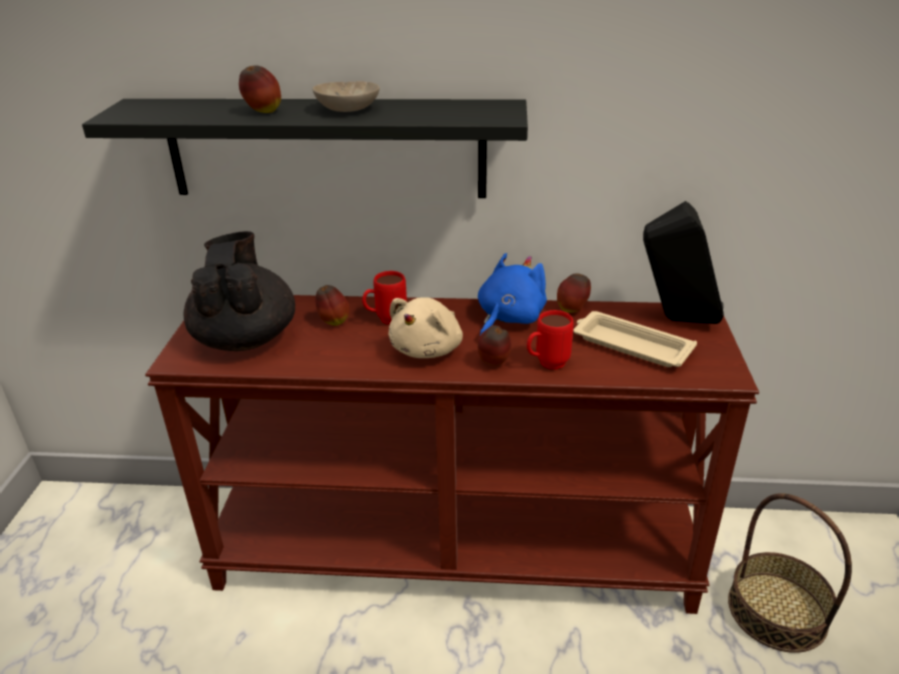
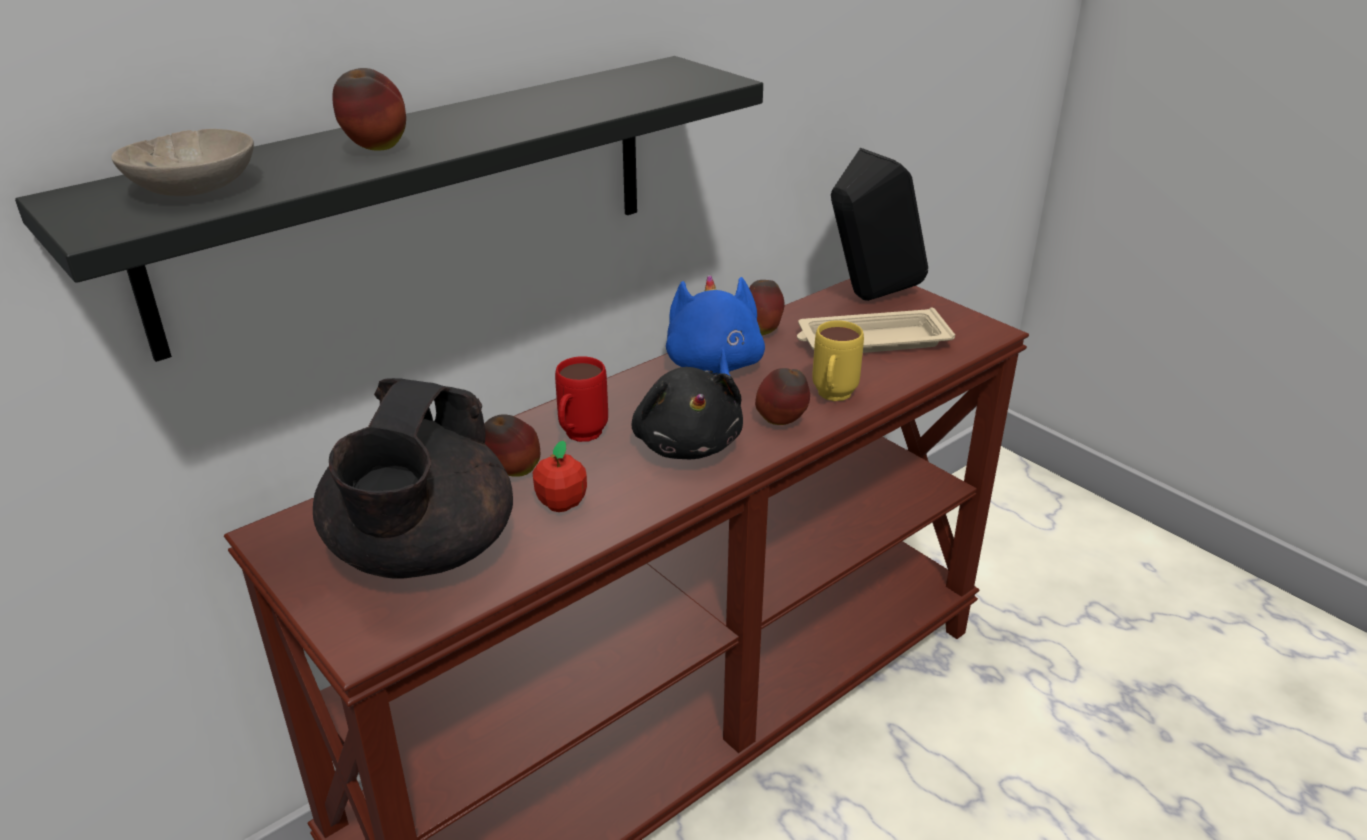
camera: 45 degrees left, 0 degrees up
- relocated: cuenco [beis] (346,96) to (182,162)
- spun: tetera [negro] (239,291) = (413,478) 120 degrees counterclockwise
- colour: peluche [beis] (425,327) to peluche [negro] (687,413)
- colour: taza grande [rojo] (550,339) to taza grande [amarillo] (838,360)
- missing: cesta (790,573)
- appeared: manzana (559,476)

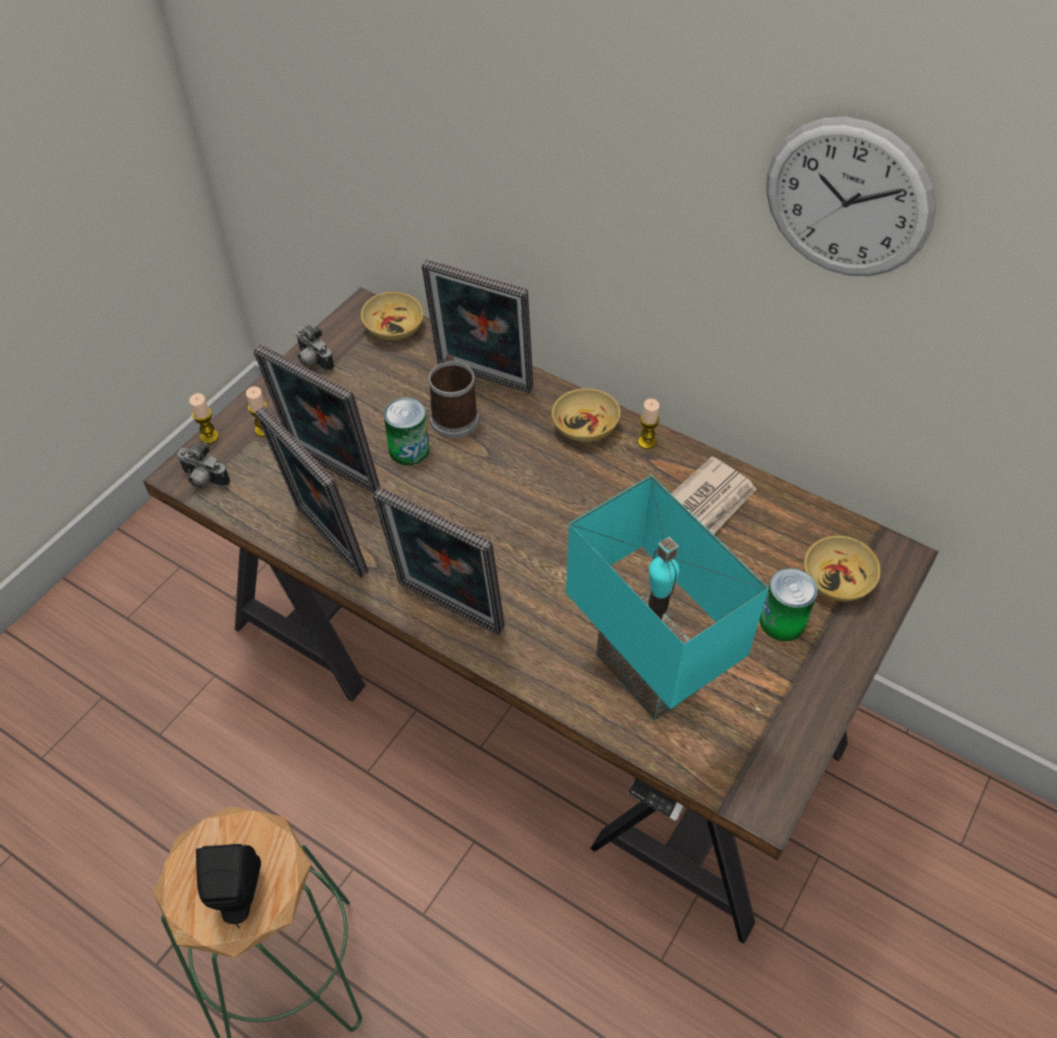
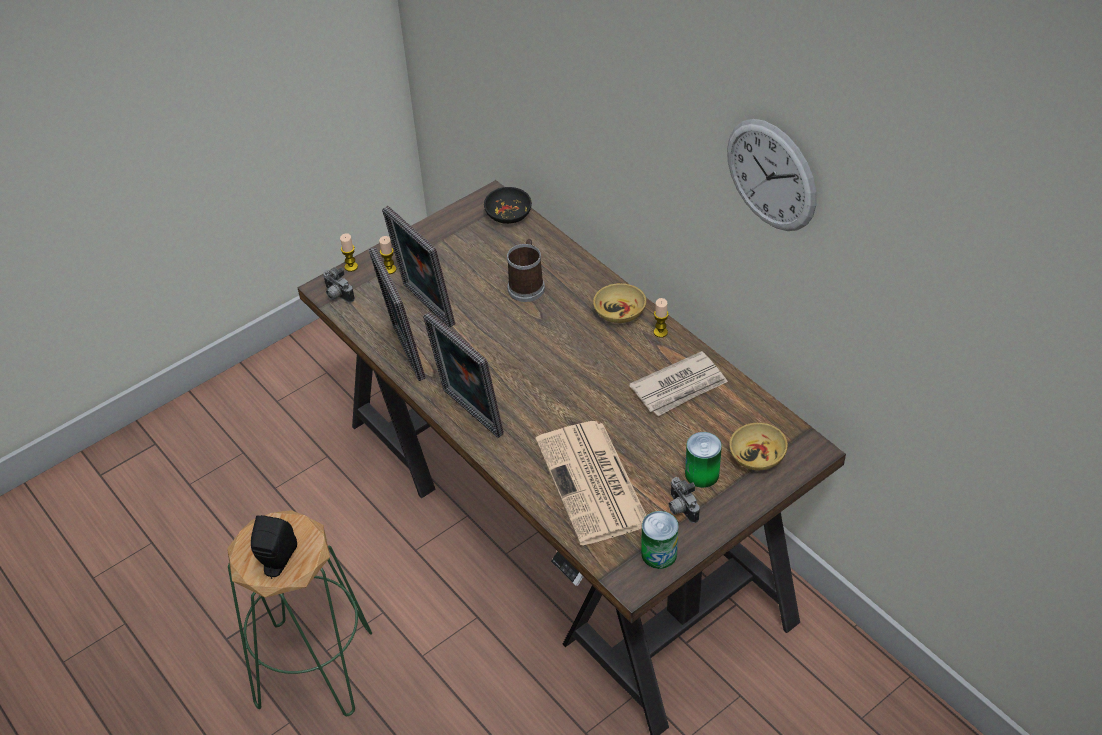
camera: 20 degrees right, 5 degrees down
- missing: portarretratos (477,326)
- colour: cuenco [beis] (392,316) to cuenco [negro] (508,205)
- relocated: cámara (315,348) to (684,500)
- relocated: lata (406,431) to (660,540)
- exchanged: lámpara de mesa [turquesa] (667,598) to periódico (590,483)

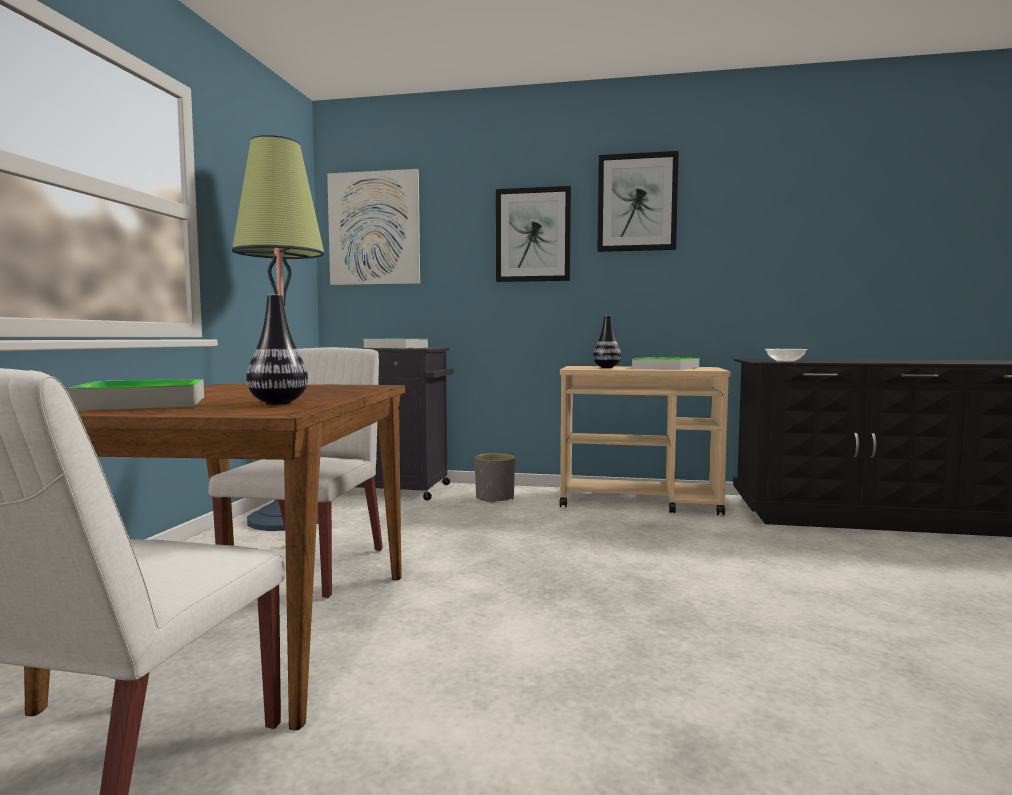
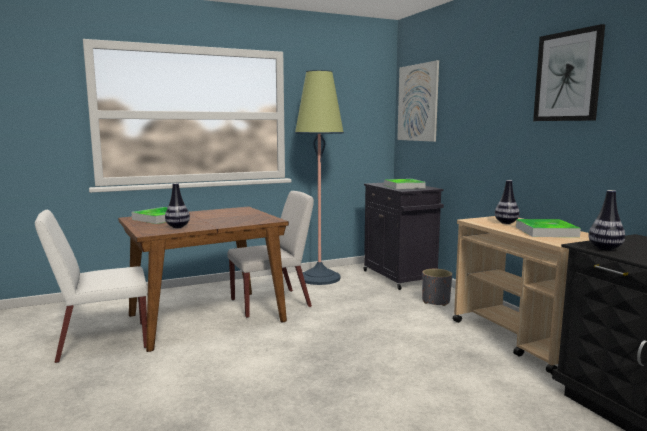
camera: 55 degrees right, 5 degrees up
- missing: cuadro (533,234)
- exchanged: cuenco (786,355) to florero (606,220)

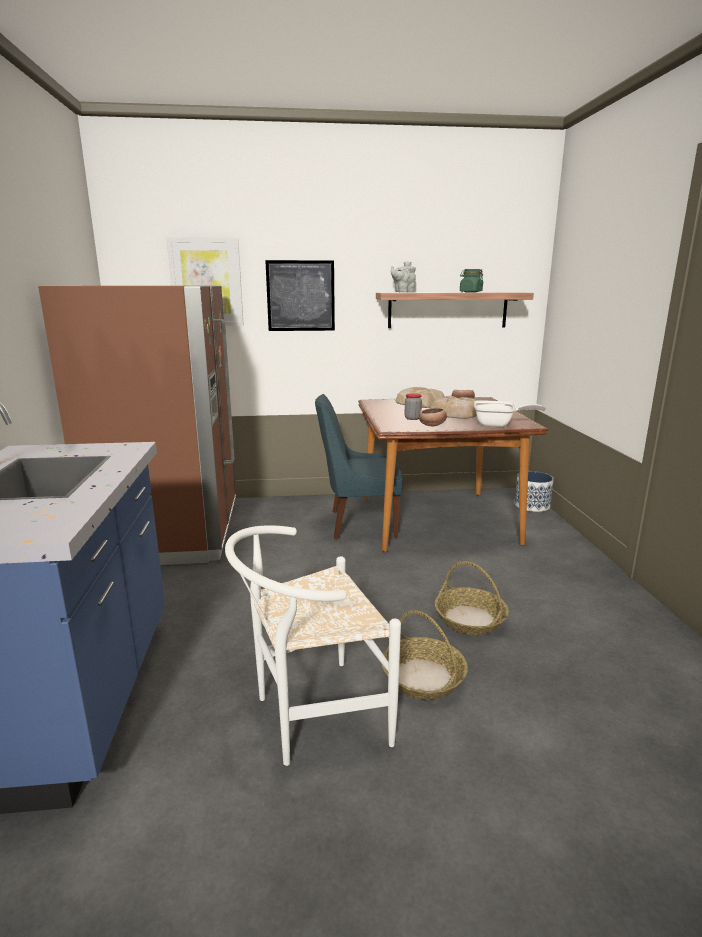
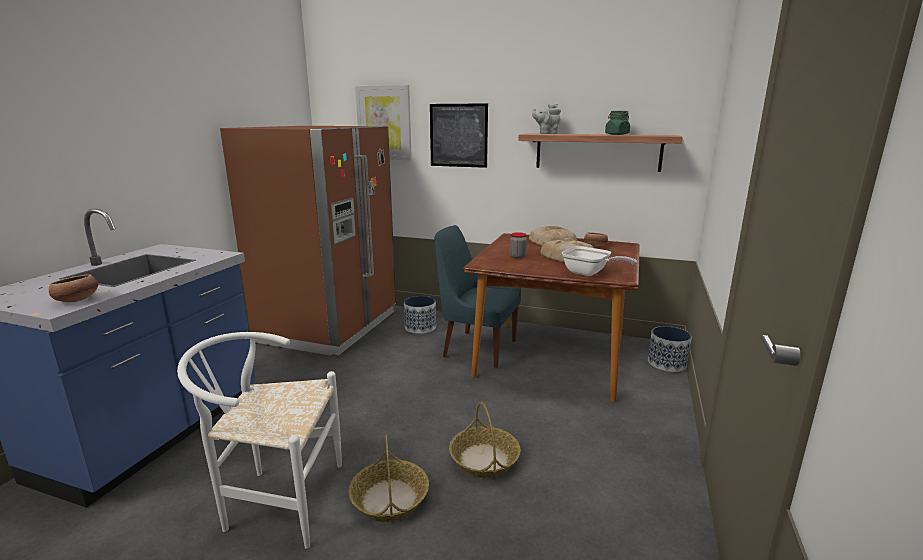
camera: 25 degrees right, 0 degrees up
- relocated: cuenco (433,417) to (73,288)
- appeared: maceta (420,315)

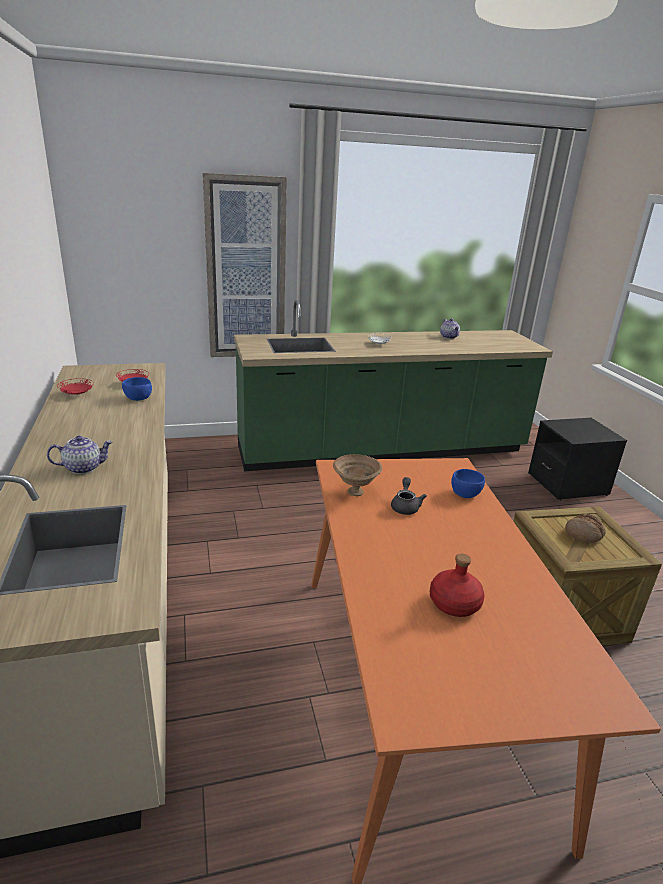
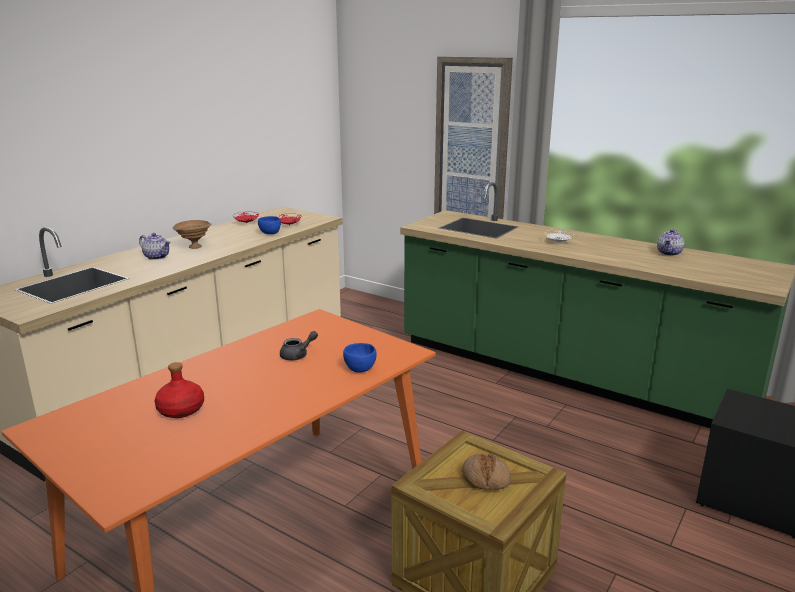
camera: 50 degrees right, 5 degrees down
- relocated: cuenco [marrón] (358,475) to (192,234)

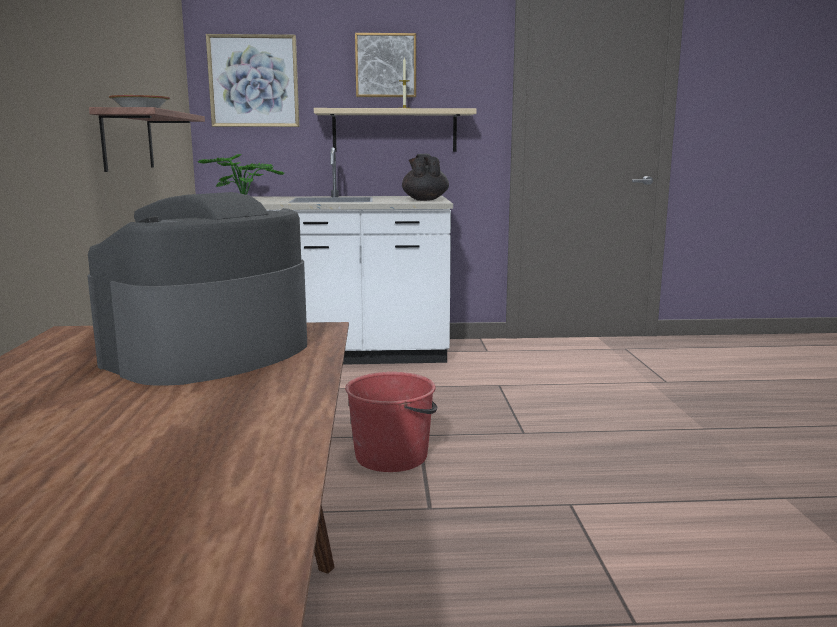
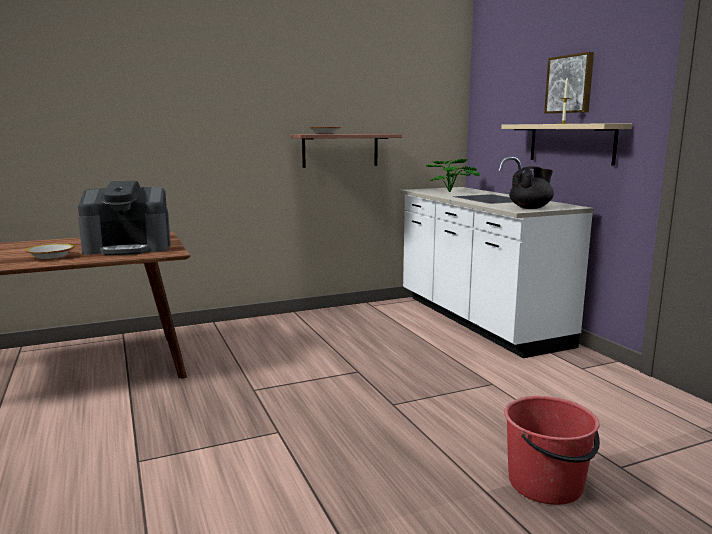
camera: 70 degrees right, 0 degrees up
- missing: cuadro (252,80)
- spun: cafetera (197,289) = (124,218) 150 degrees clockwise
- relocated: cubo [rojo] (391,422) to (552,450)
- appeared: cuenco (49,252)

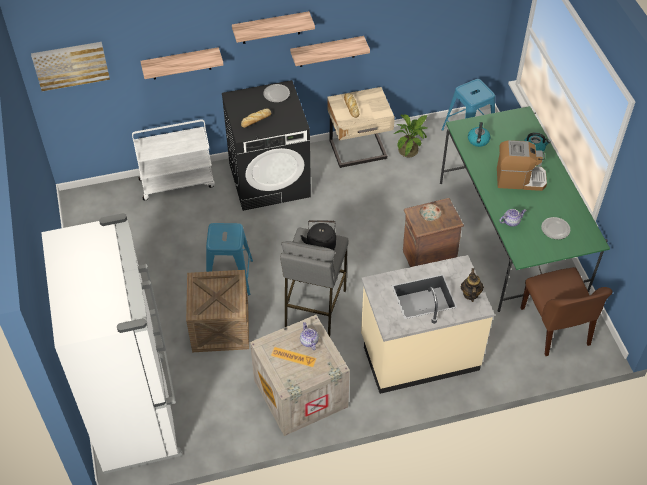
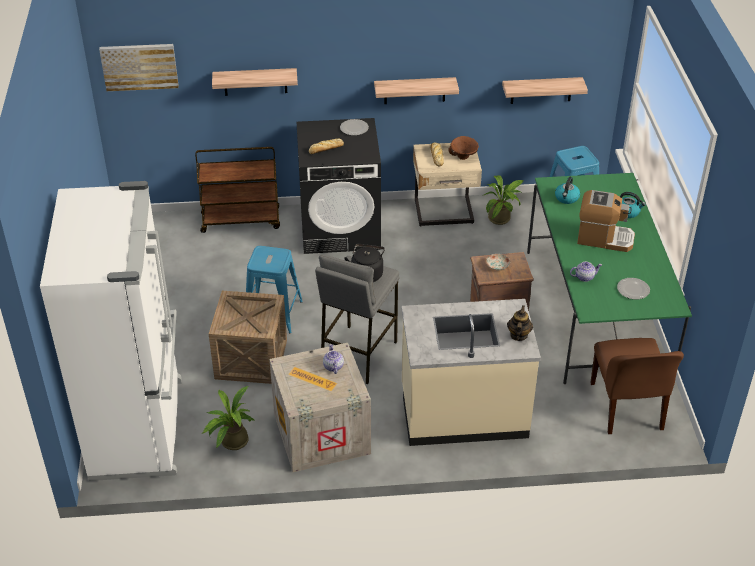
camera: 10 degrees right, 10 degrees down
- relocated: estante (273,27) to (545,90)
- colour: carrito [blanco] (173,160) to carrito [marrón] (237,190)
- appeared: cuenco [marrón] (463,148)
- appeared: planta en maceta (228,418)

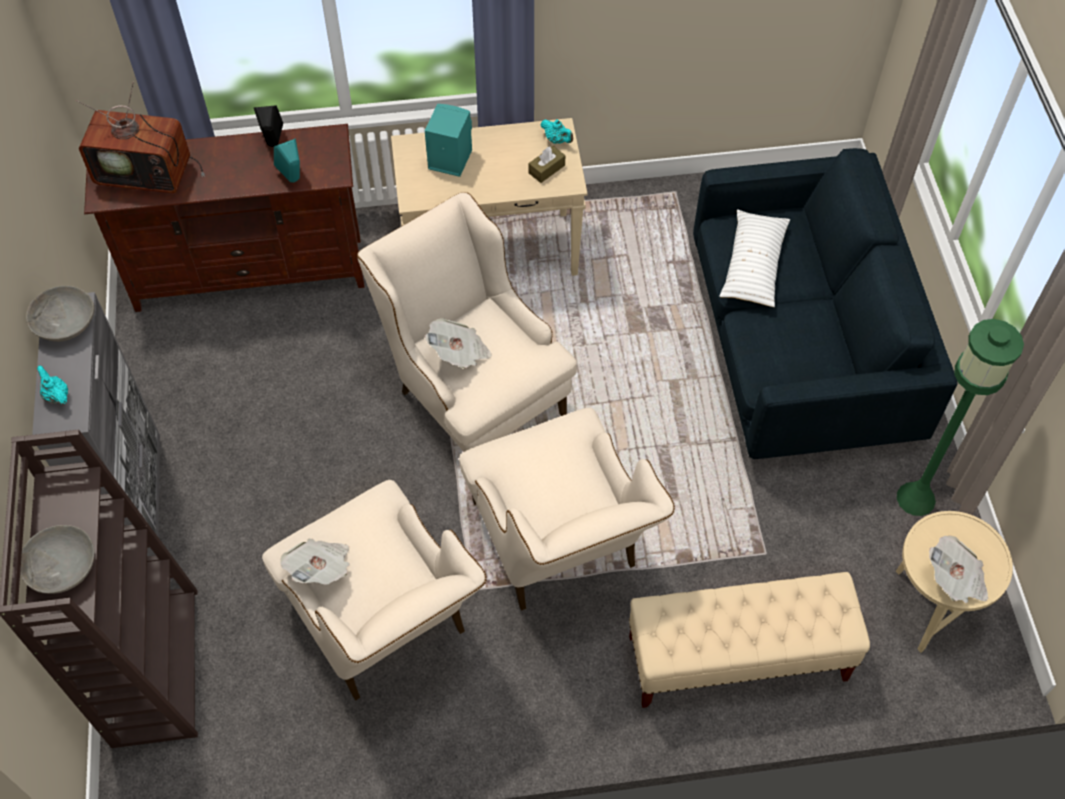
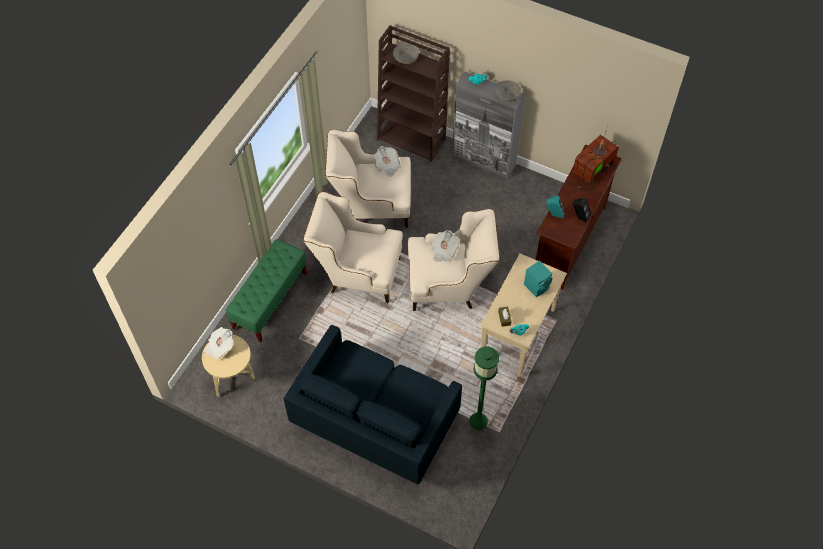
camera: 125 degrees right, 0 degrees up
- missing: cojín [blanco] (754,258)
- relocated: lámpara de pie [verde] (960,417) to (484,388)
- colour: banco [beis] (749,640) to banco [verde] (266,290)

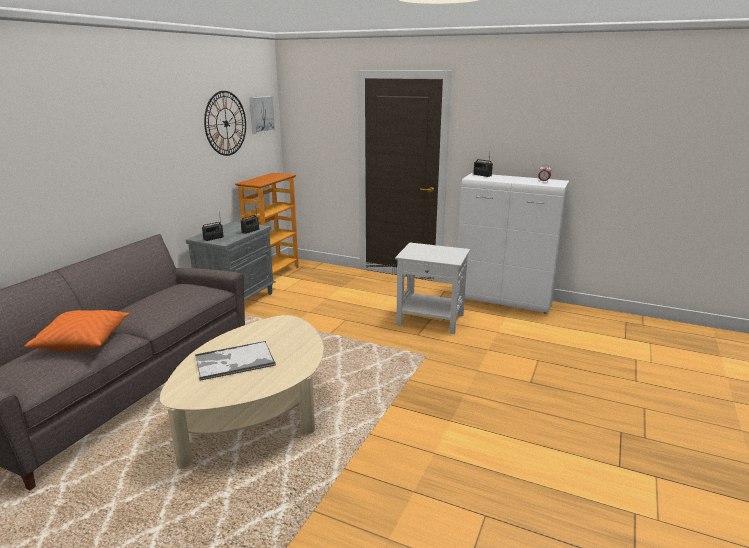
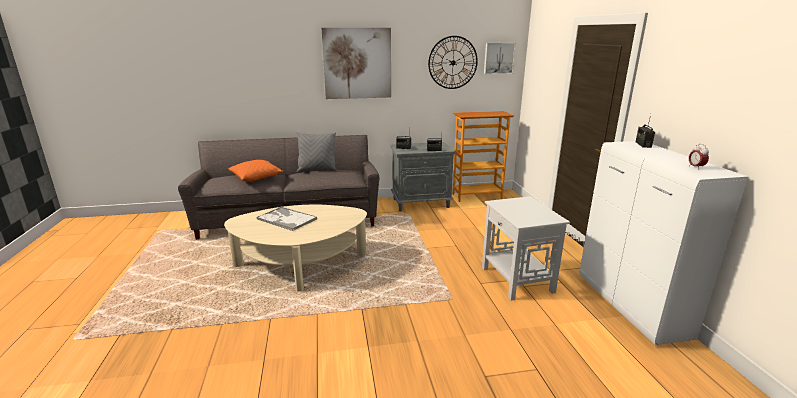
camera: 55 degrees right, 0 degrees up
- appeared: cuadro (356,63)
- appeared: cojín [gris] (317,152)

